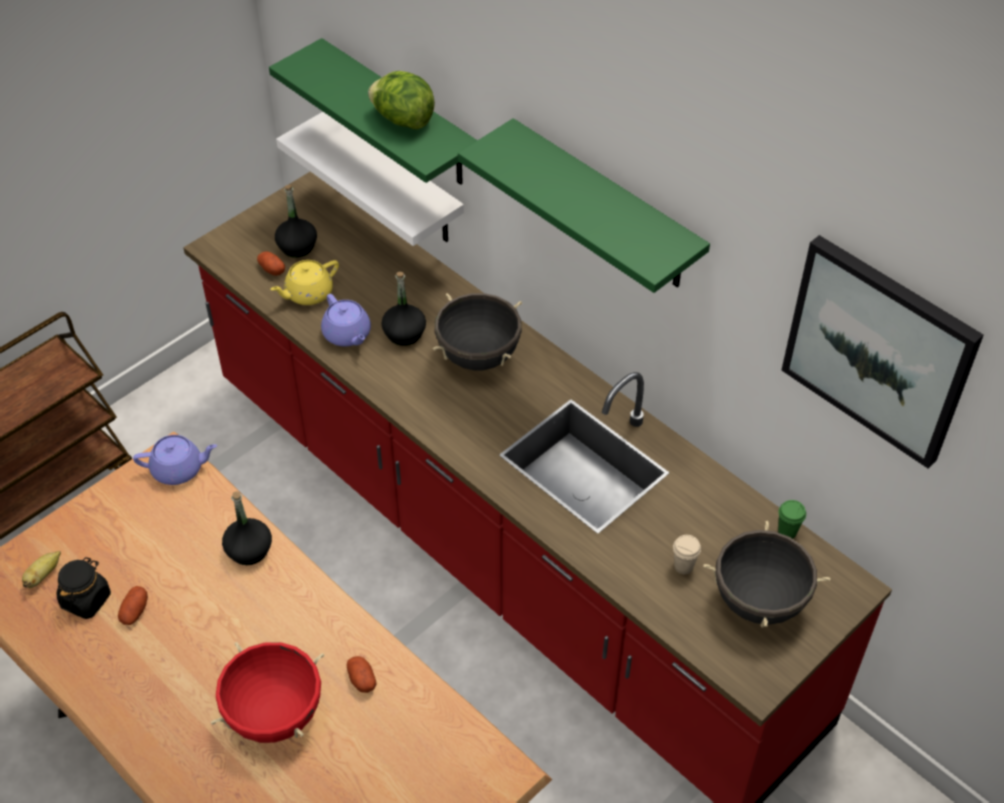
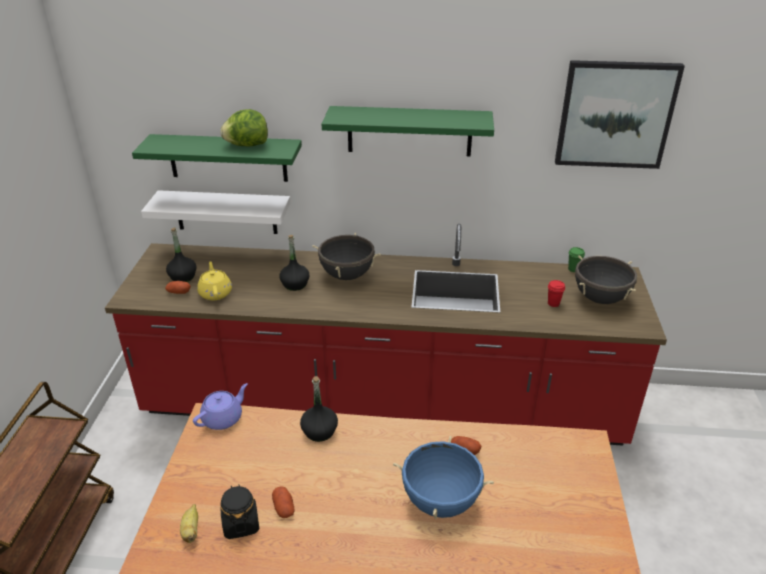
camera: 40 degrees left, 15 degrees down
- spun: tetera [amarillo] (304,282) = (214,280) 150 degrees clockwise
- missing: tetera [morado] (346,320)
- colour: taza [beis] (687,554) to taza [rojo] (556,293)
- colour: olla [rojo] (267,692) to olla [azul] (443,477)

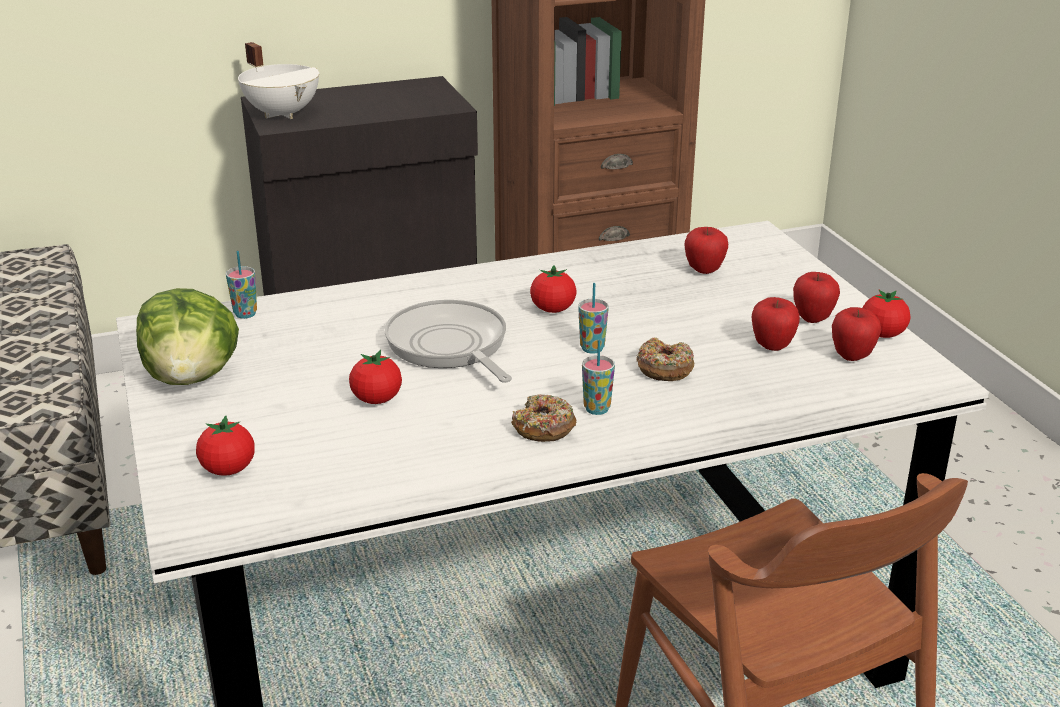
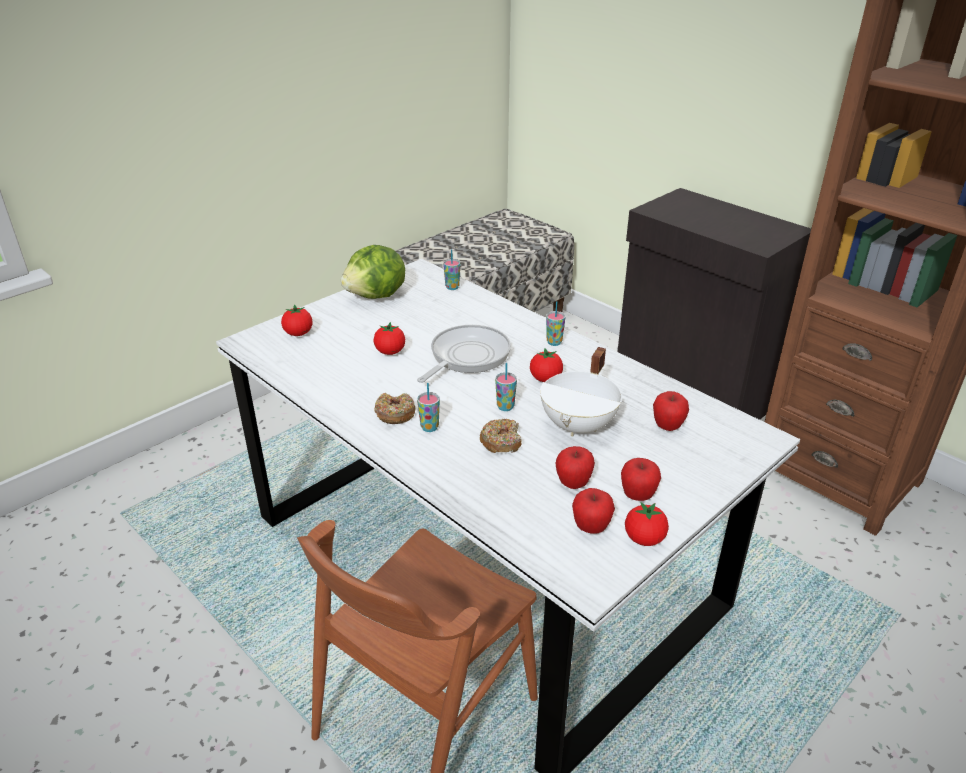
camera: 65 degrees right, 5 degrees up
- relocated: olla [blanco] (278,80) to (581,391)
- appeared: taza (556,323)

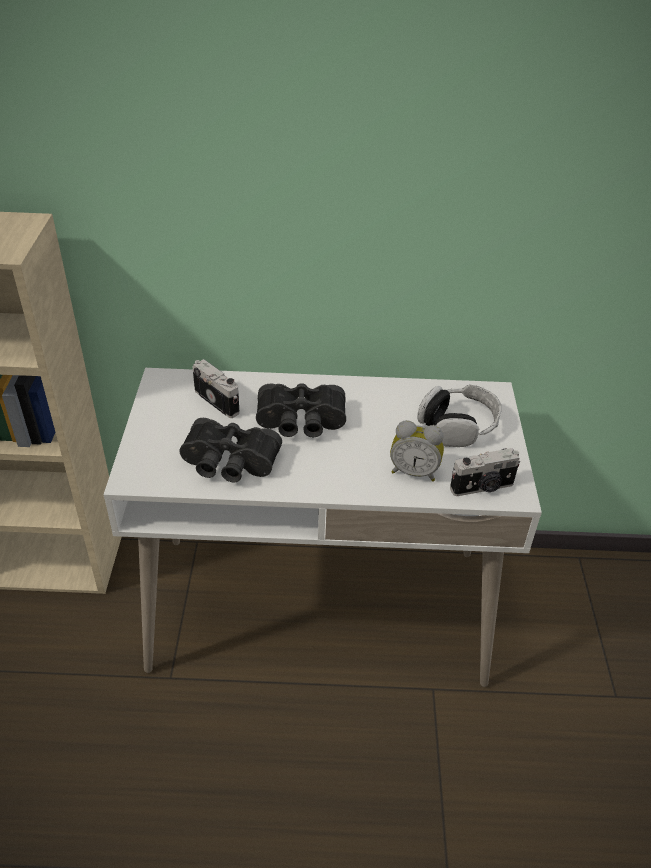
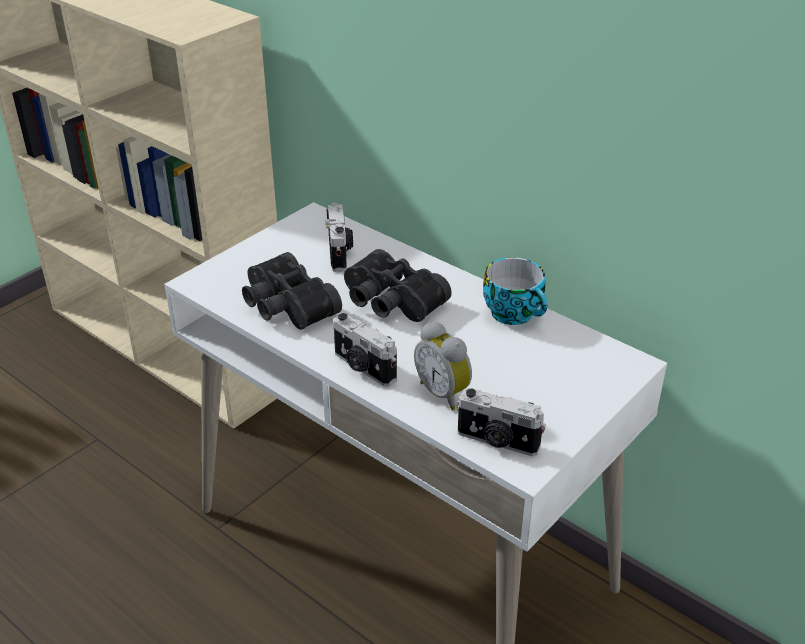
camera: 40 degrees right, 5 degrees down
- missing: auriculares (459,416)
- appeared: taza (515,291)
- appeared: cámara (365,349)

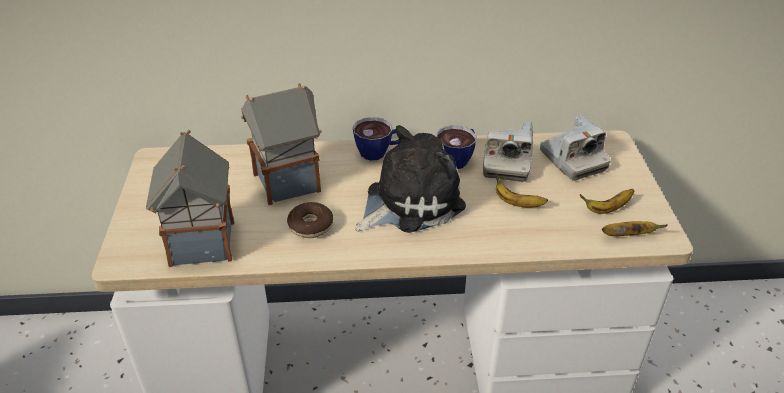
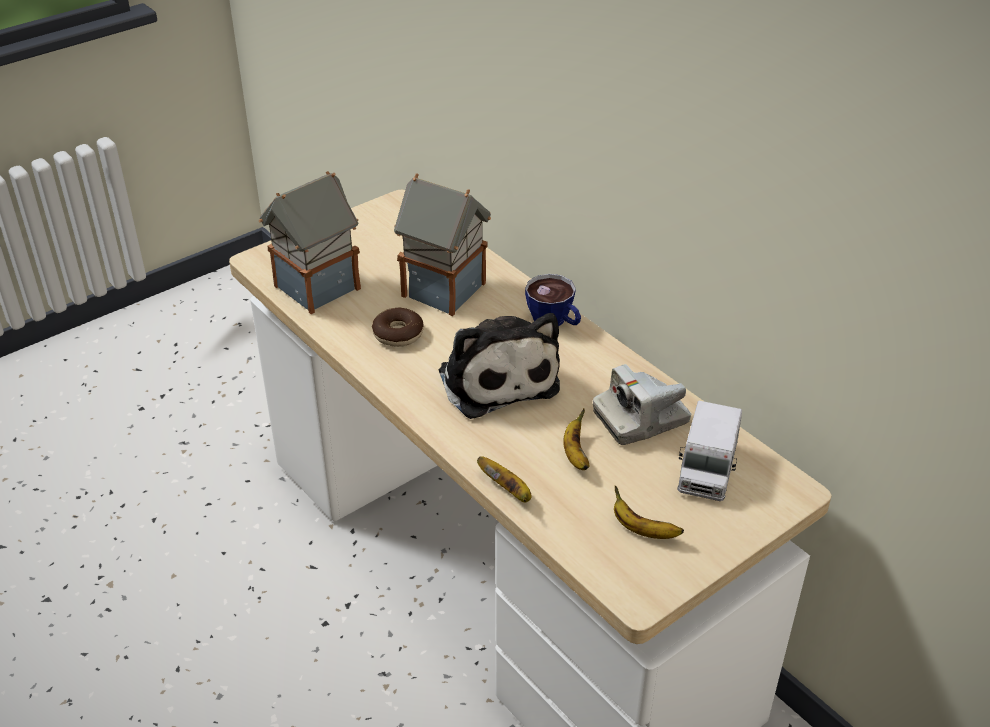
camera: 55 degrees right, 0 degrees up
- exchanged: cámara (575,148) to camión de juguete (710,451)
- spun: peluche (410,179) = (499,366) 45 degrees clockwise
- missing: taza (456,147)
- relocated: plátano (635,228) to (504,479)

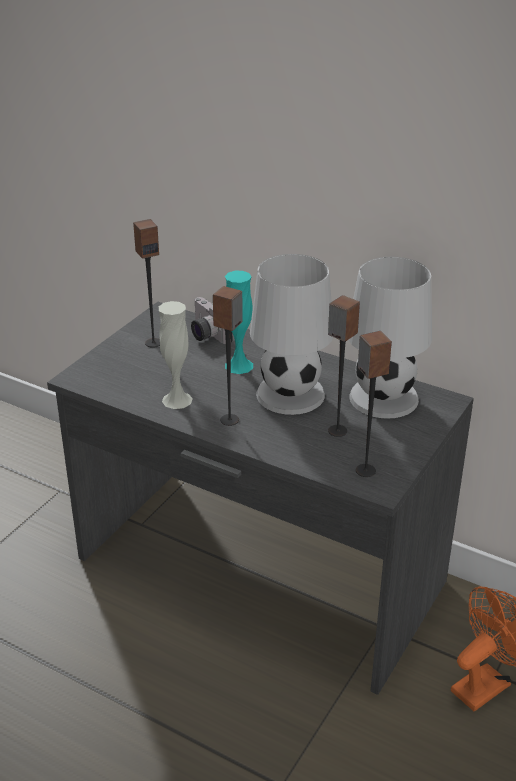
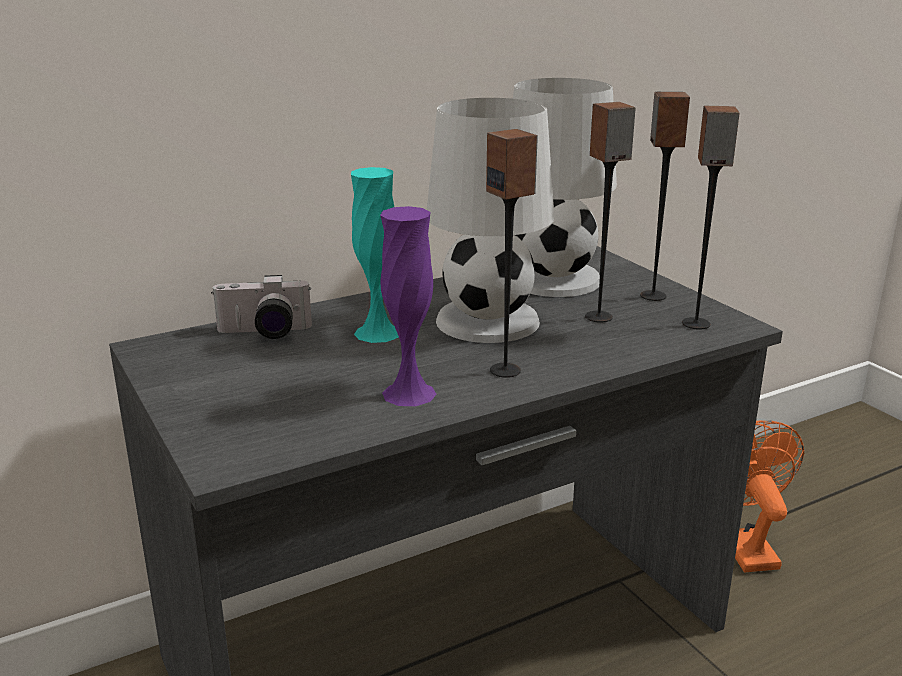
camera: 60 degrees left, 10 degrees down
- relocated: altavoz (146,283) to (665,196)
- colour: florero [blanco] (176,355) to florero [morado] (408,306)

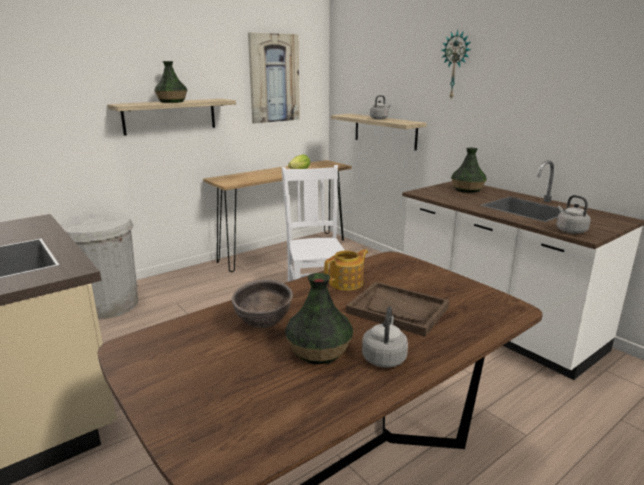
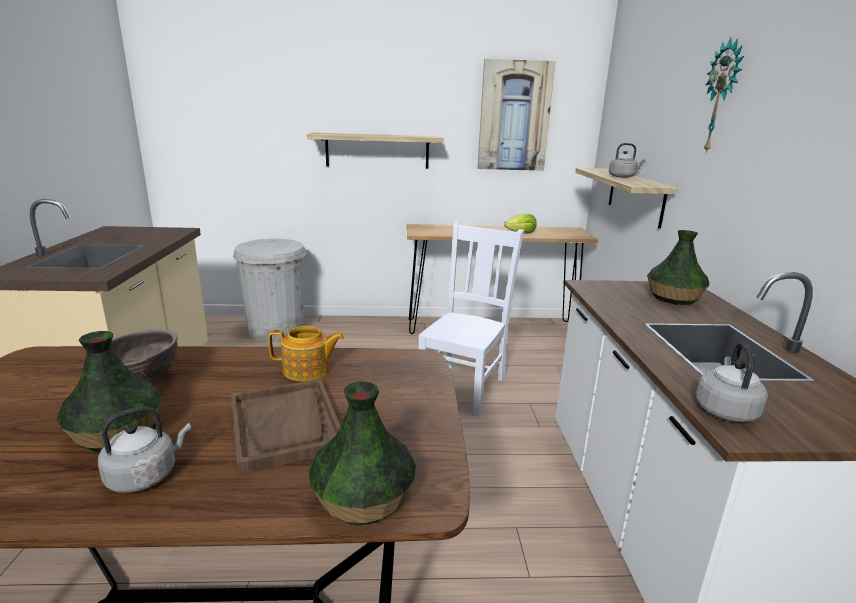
camera: 35 degrees right, 0 degrees up
- relocated: florero (170,82) to (362,453)

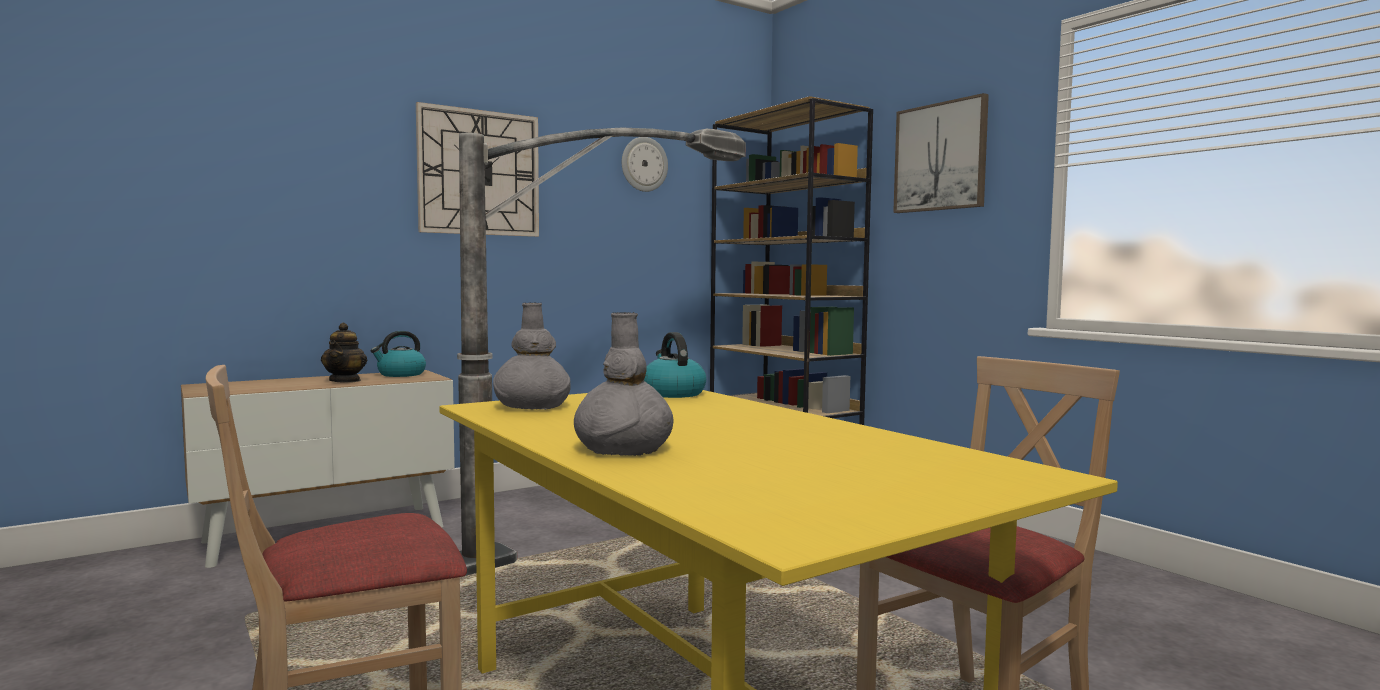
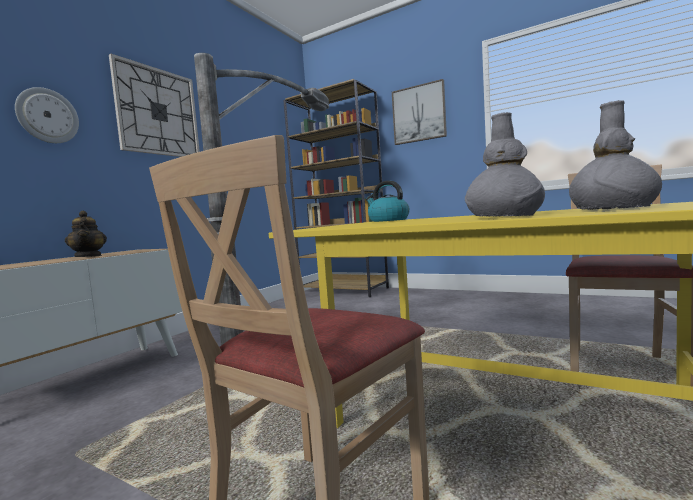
camera: 25 degrees left, 0 degrees up
- relocated: reloj de pared (645,164) to (47,115)
- relocated: florero [gris] (532,356) to (615,155)
- missing: hervidor (398,354)

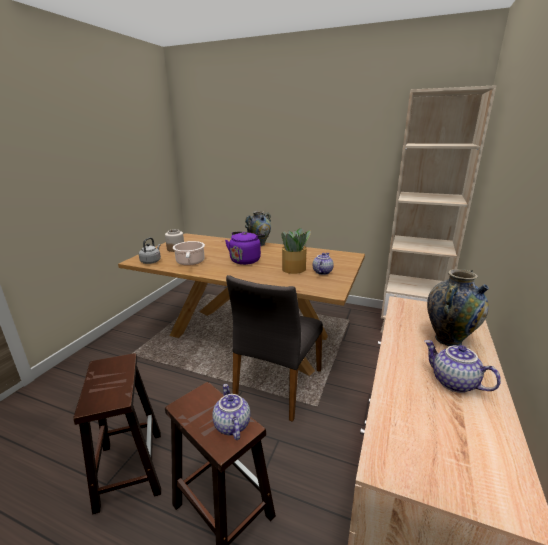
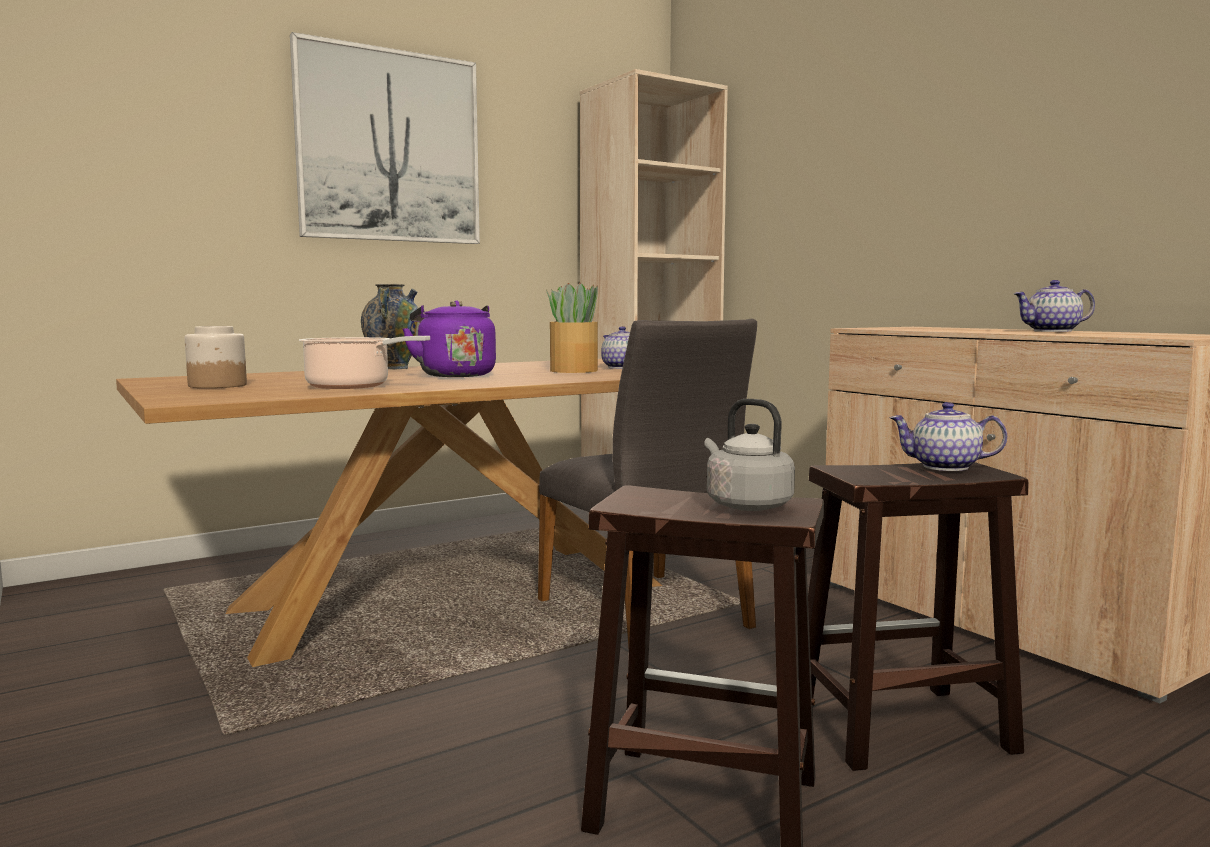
camera: 55 degrees left, 15 degrees down
- relocated: hervidor [gris] (150,250) to (749,455)
- missing: florero (458,307)
- appeared: cuadro (385,138)

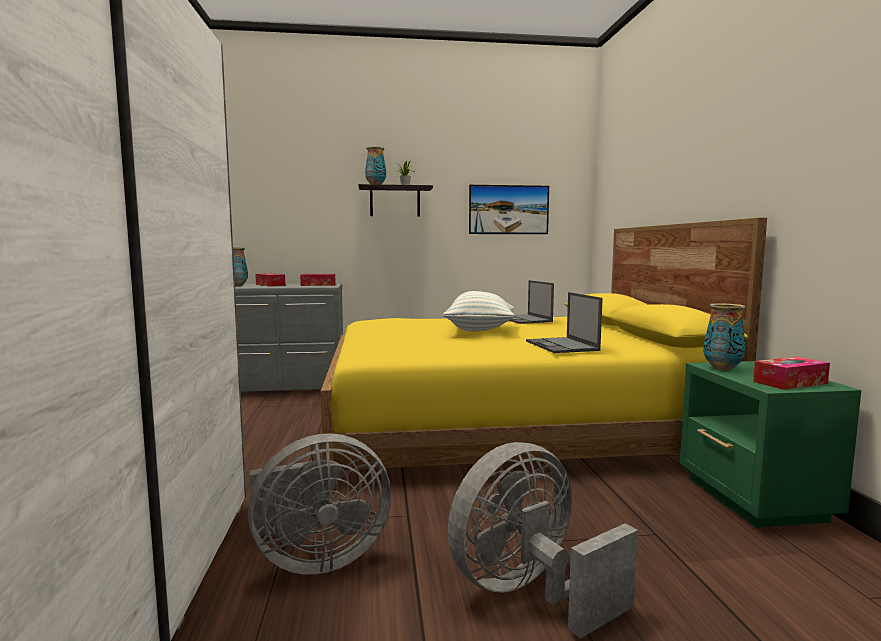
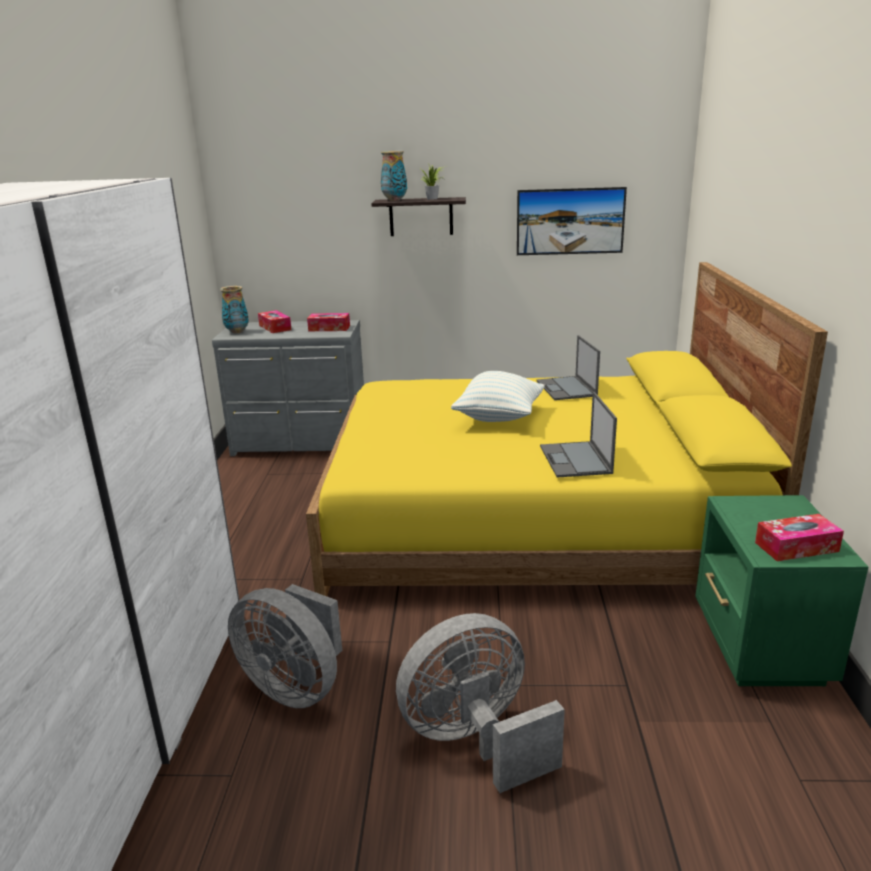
camera: 10 degrees right, 15 degrees up
- missing: florero (724,337)
- spun: ventilador [gris] (319,504) = (285,646) 45 degrees clockwise

